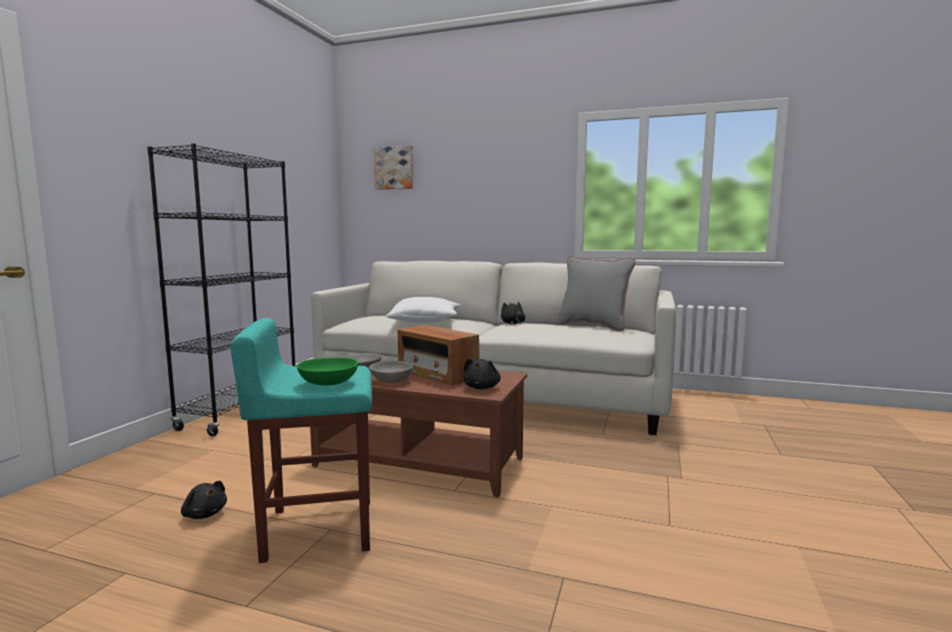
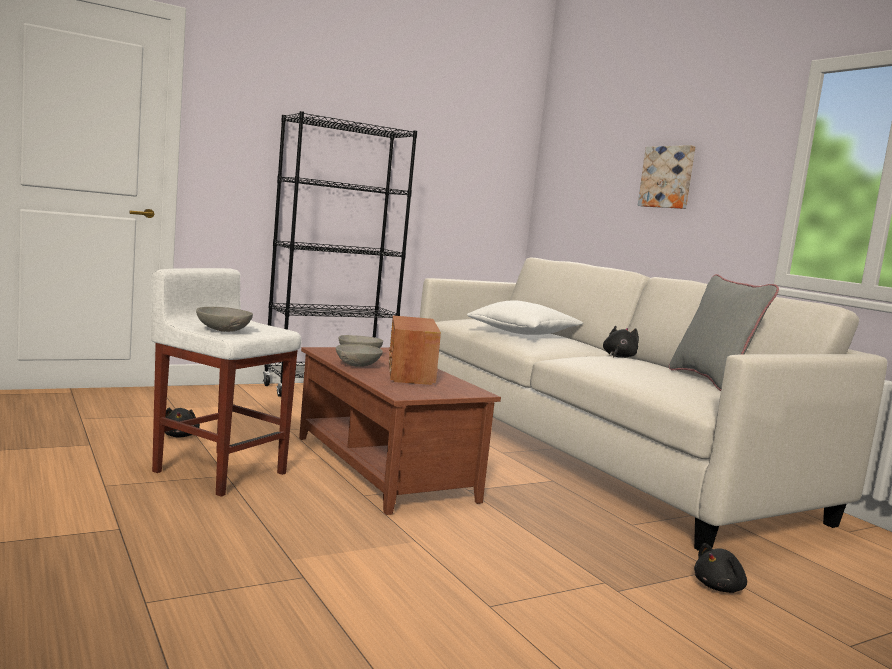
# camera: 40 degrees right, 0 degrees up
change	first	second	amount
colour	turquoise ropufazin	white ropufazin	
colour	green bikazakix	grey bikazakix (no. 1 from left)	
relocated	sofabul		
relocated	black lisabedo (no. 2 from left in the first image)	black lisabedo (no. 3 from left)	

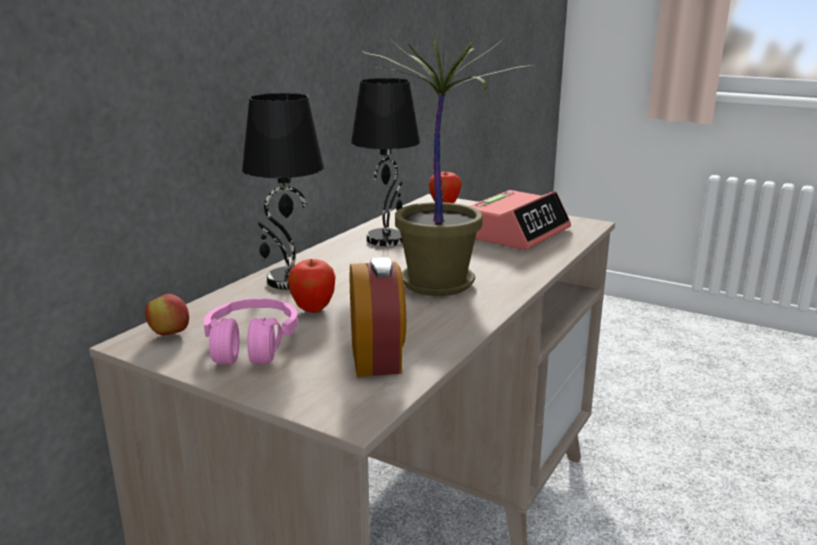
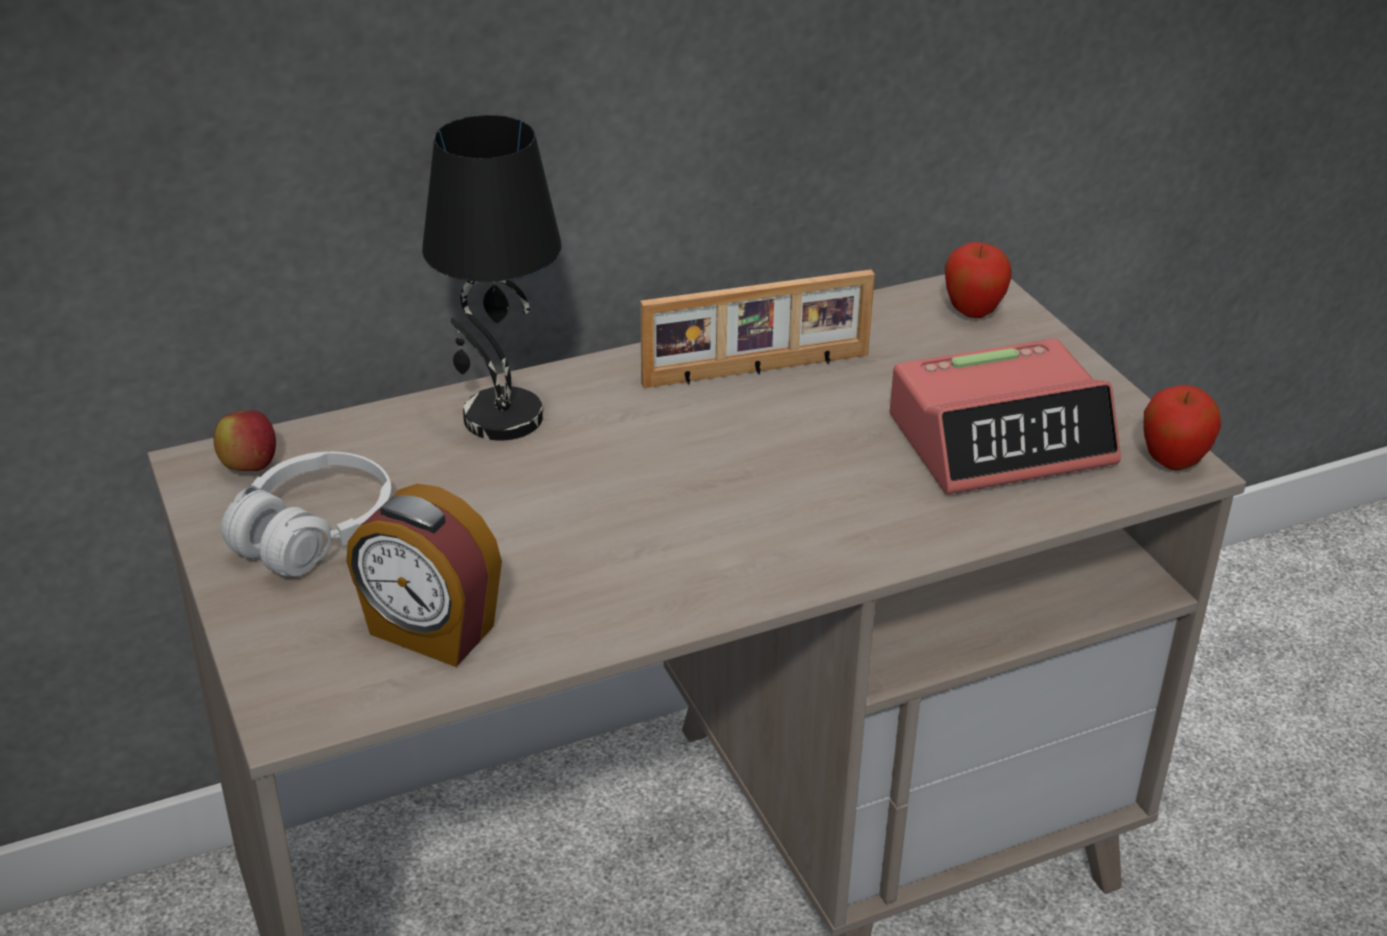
# camera: 35 degrees right, 15 degrees up
change	first	second	amount
colour	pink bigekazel	white bigekazel	
spun	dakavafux (no. 1 from left)		90 degrees clockwise
exchanged	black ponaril (no. 2 from left)	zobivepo	
relocated	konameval (no. 2 from left in the first image)	konameval (no. 3 from left)	
missing	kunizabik		

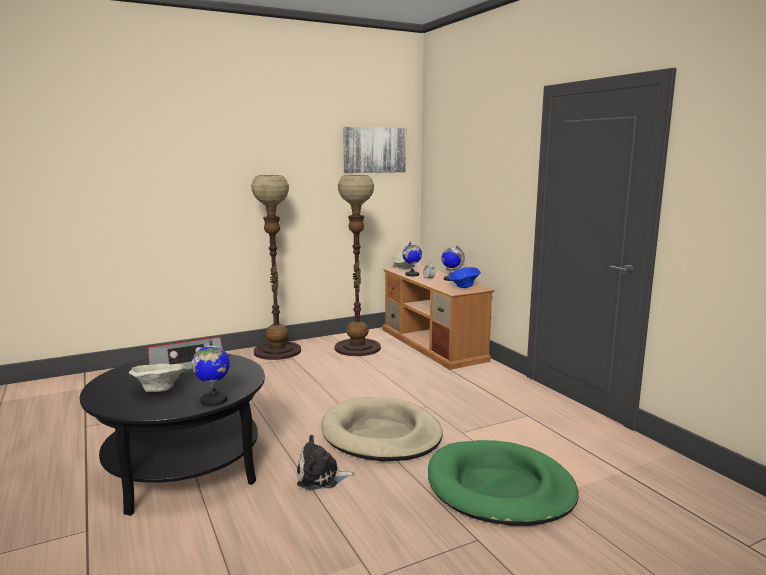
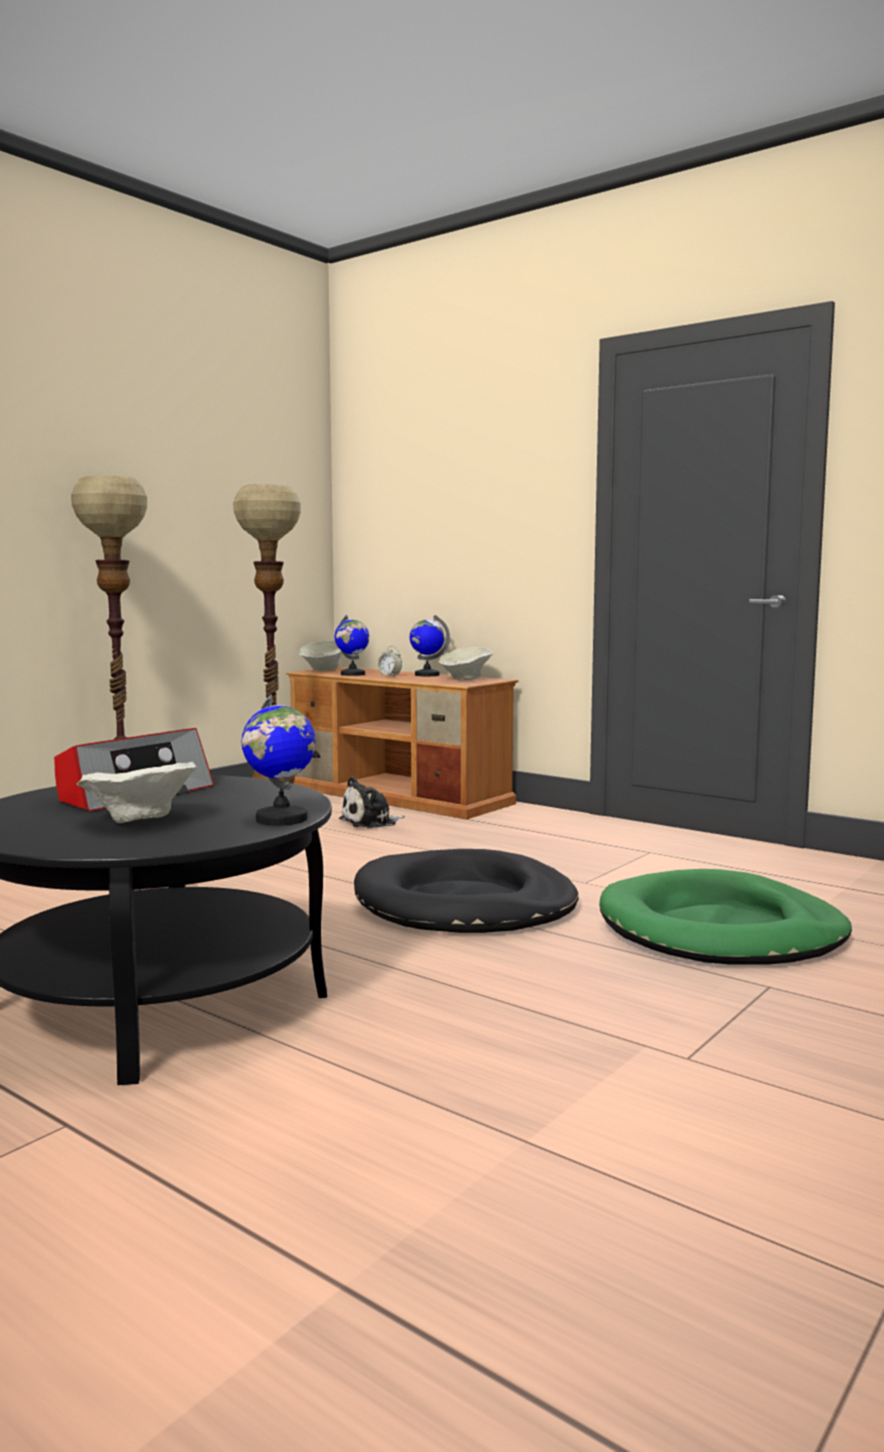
# camera: 25 degrees left, 5 degrees down
change	first	second	amount
relocated	lisabedo		
colour	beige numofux	black numofux	
colour	blue bikazakix	beige bikazakix (no. 3 from left)	
missing	sofabul		

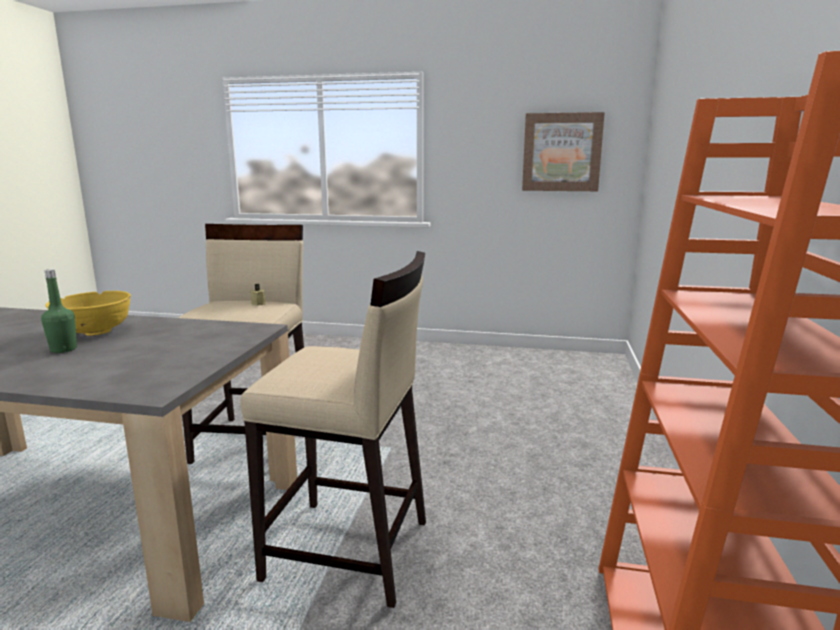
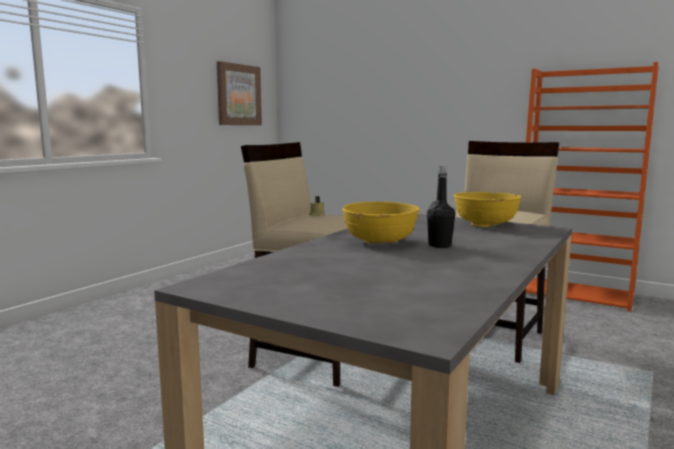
# camera: 70 degrees left, 5 degrees down
change	first	second	amount
colour	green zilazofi	black zilazofi	
appeared		yellow bikazakix (no. 2 from left)	

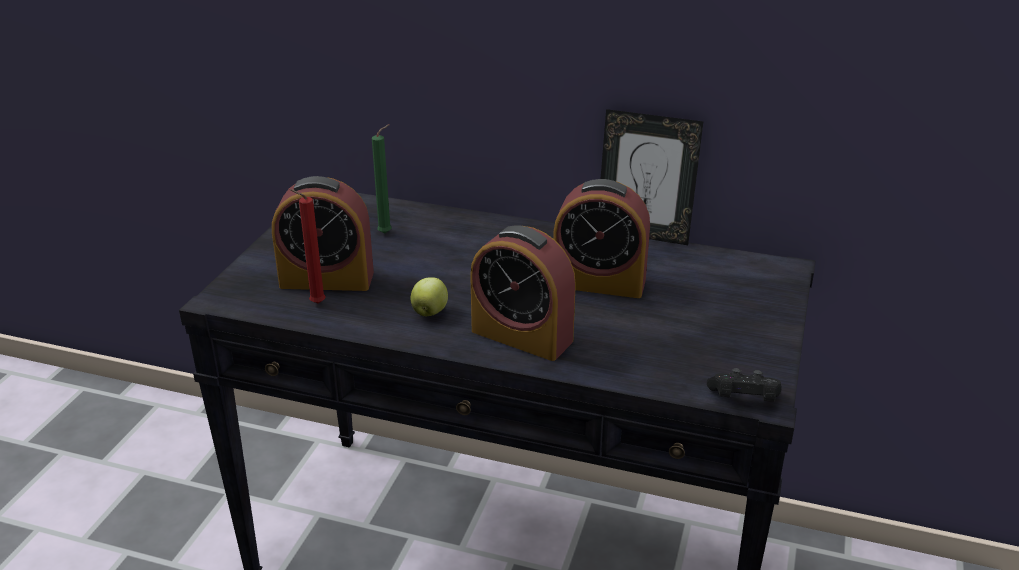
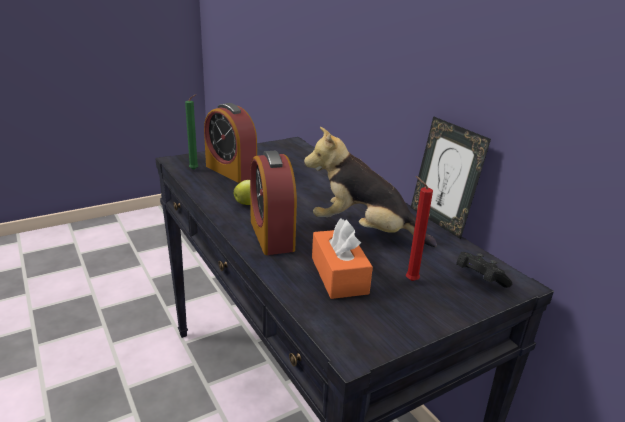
# camera: 40 degrees right, 5 degrees down
change	first	second	amount
relocated	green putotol		
exchanged	dakavafux (no. 3 from left)	lisabedo	
appeared		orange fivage	
relocated	red putotol		
relocated	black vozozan		

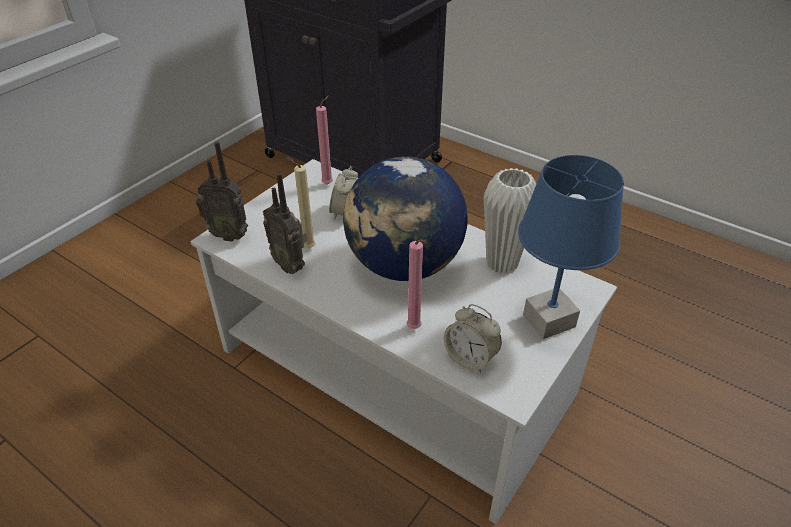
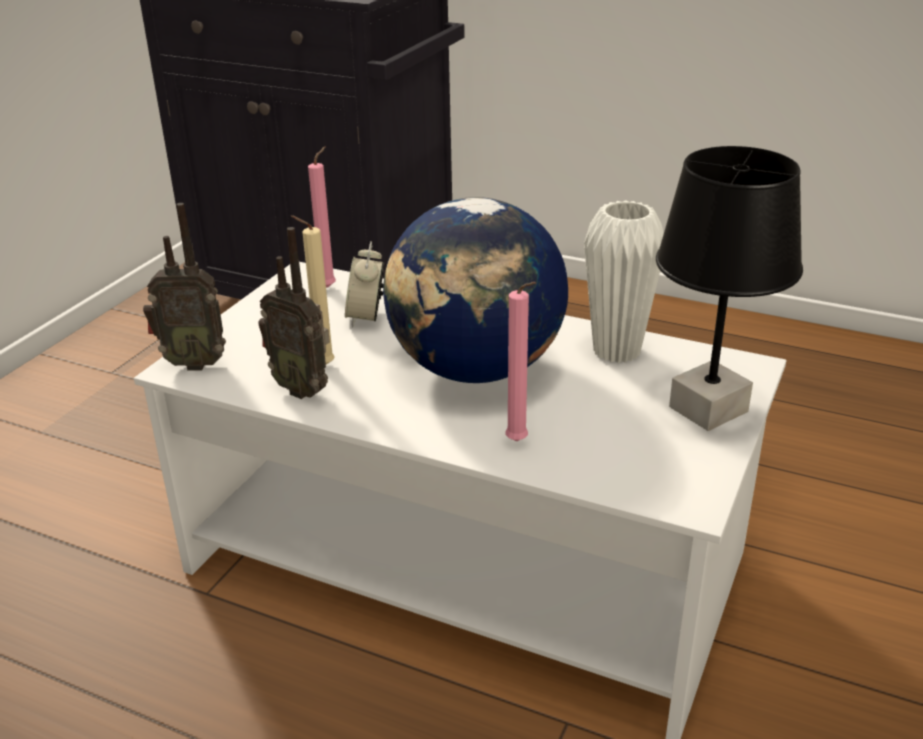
# camera: 10 degrees left, 10 degrees down
change	first	second	amount
colour	blue ponaril	black ponaril	
missing	dakavafux (no. 2 from left)		

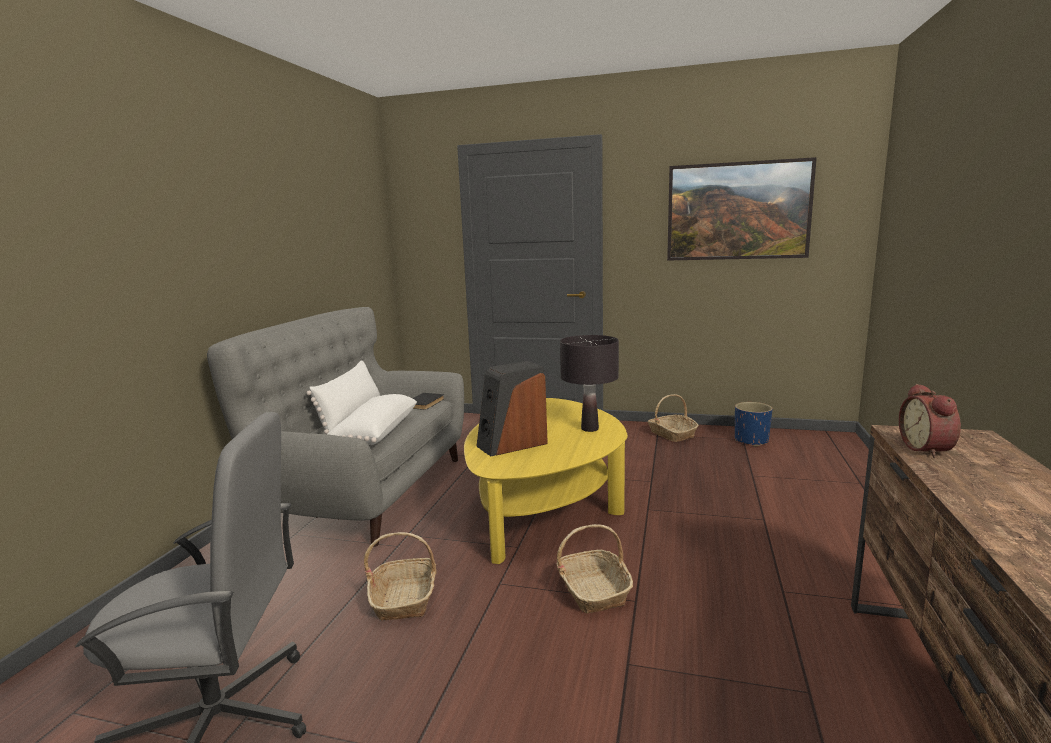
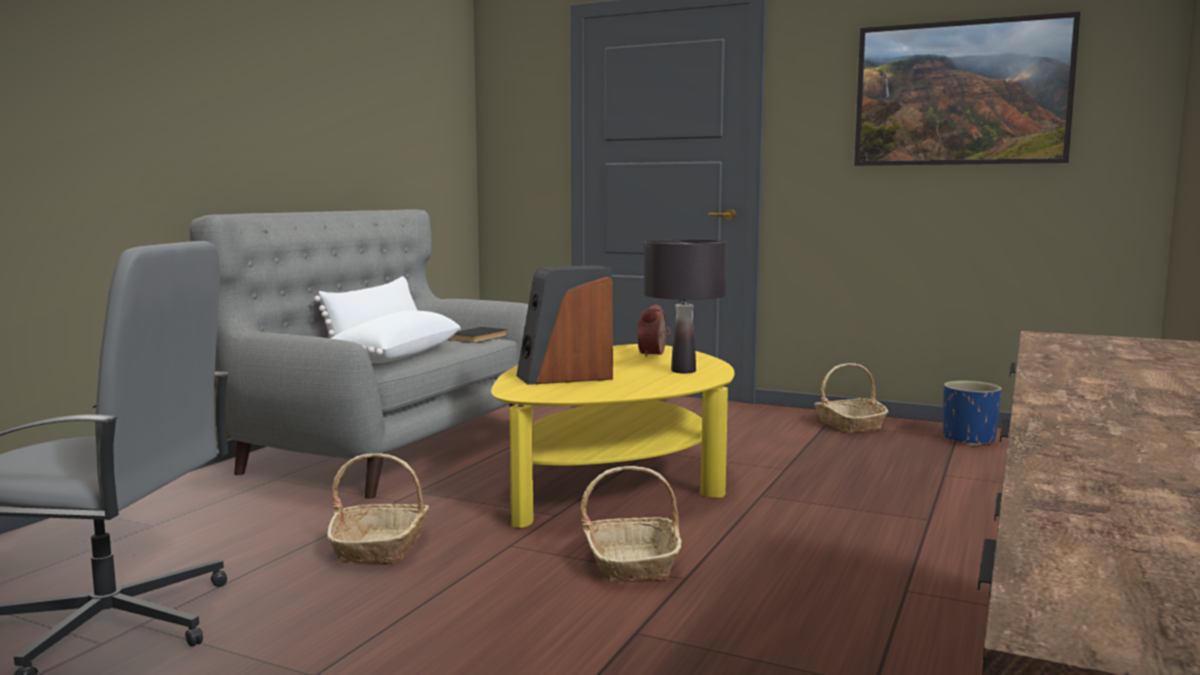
# camera: 10 degrees right, 5 degrees down
change	first	second	amount
relocated	dakavafux		

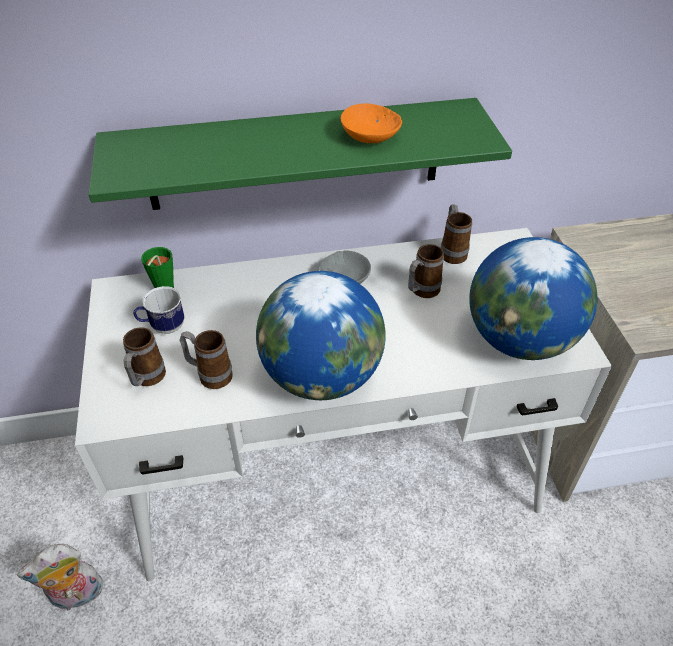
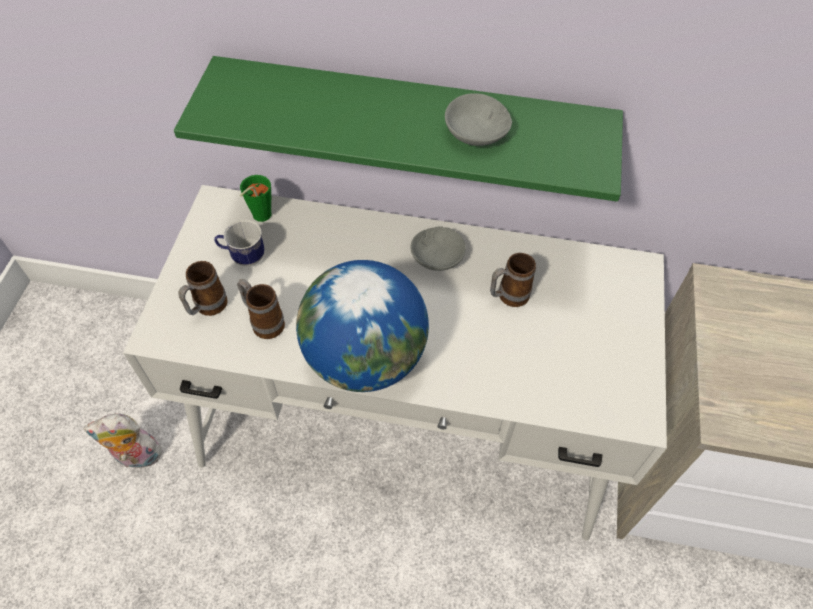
# camera: 20 degrees right, 10 degrees up
change	first	second	amount
colour	orange bikazakix	grey bikazakix (no. 2 from left)	
missing	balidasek (no. 5 from left)		
missing	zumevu (no. 2 from left)		

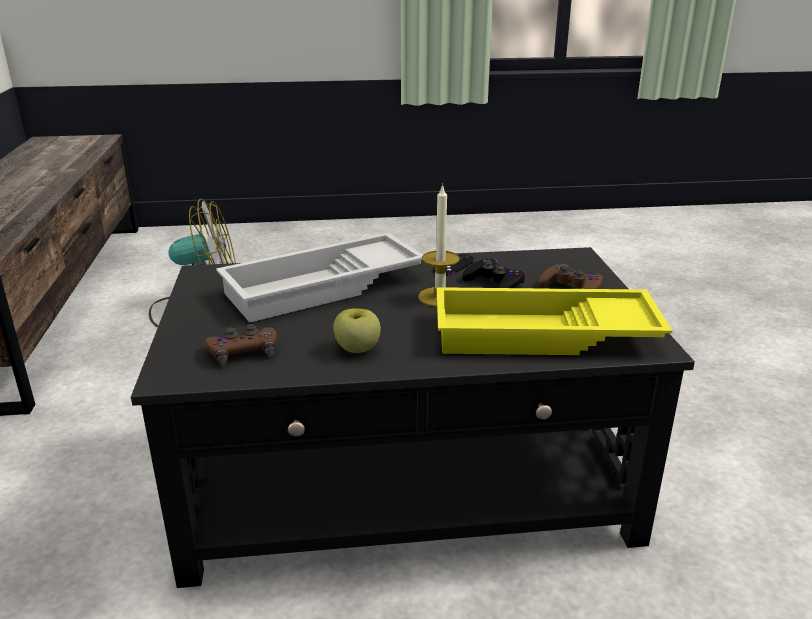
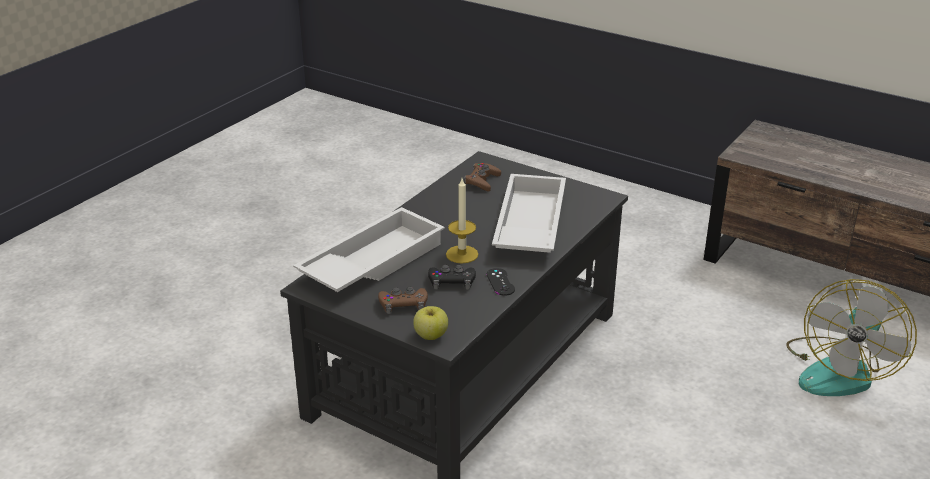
# camera: 130 degrees right, 5 degrees up
change	first	second	amount
colour	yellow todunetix	white todunetix (no. 1 from left)	
relocated	konameval		

